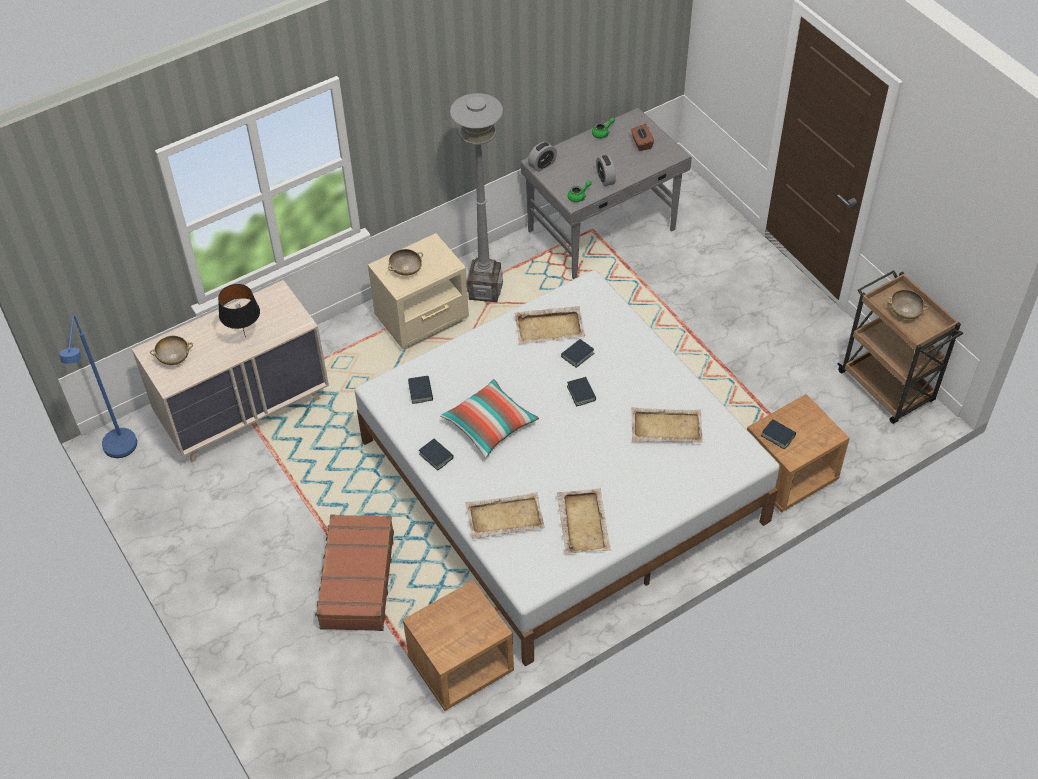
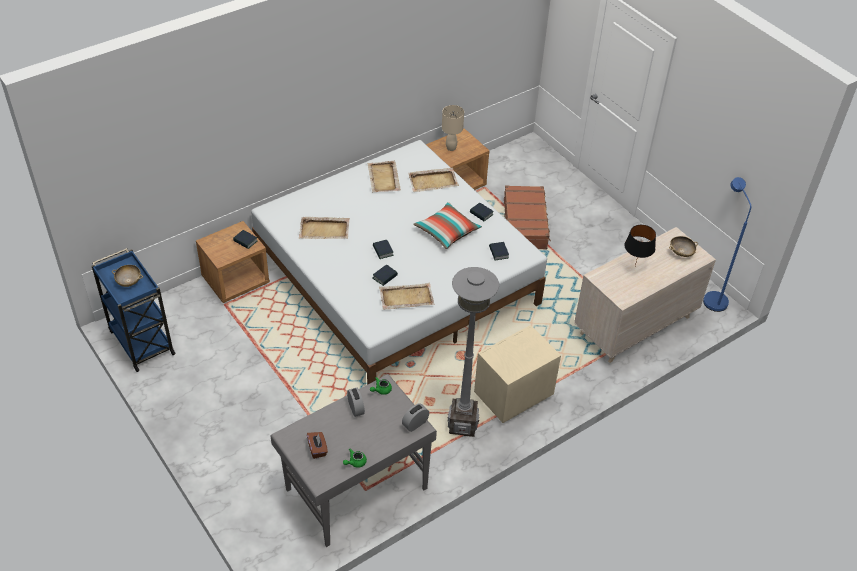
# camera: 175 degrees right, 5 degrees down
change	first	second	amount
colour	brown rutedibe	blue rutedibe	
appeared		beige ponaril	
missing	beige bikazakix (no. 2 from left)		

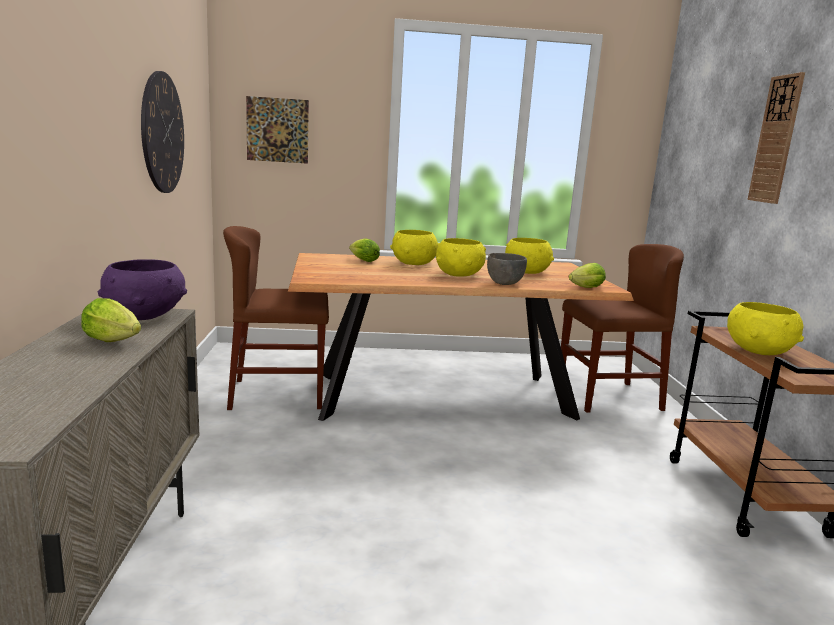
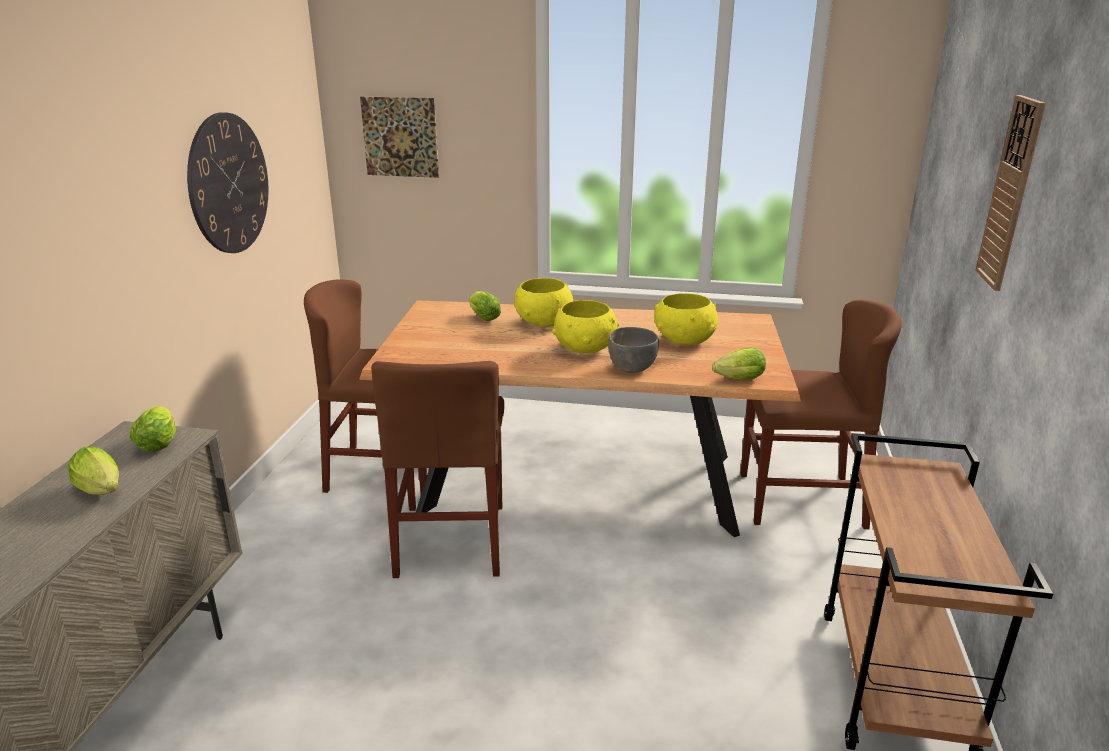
# camera: 15 degrees right, 10 degrees up
change	first	second	amount
exchanged	purple bikazakix	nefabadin (no. 2 from left)	
appeared		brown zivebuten (no. 2 from left)	
missing	yellow bikazakix (no. 4 from left)		

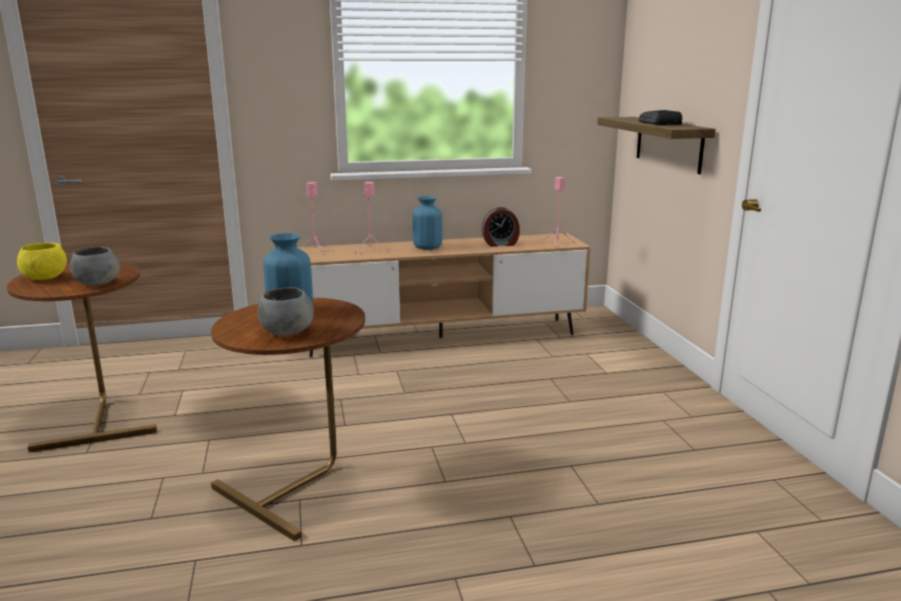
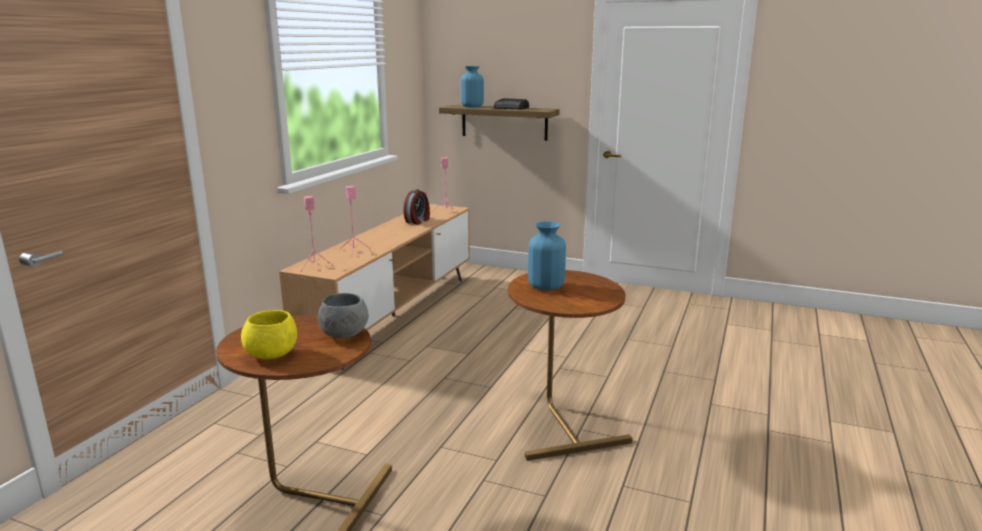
# camera: 55 degrees left, 0 degrees up
change	first	second	amount
relocated	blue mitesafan (no. 2 from left in the first image)	blue mitesafan (no. 1 from left)	
missing	grey bikazakix (no. 2 from left)		

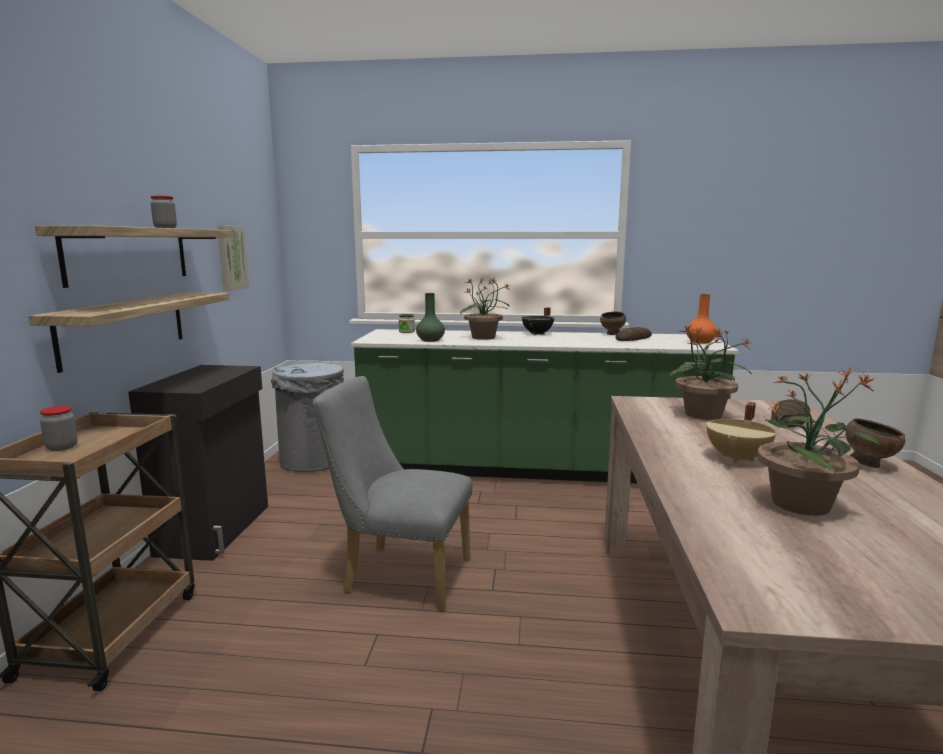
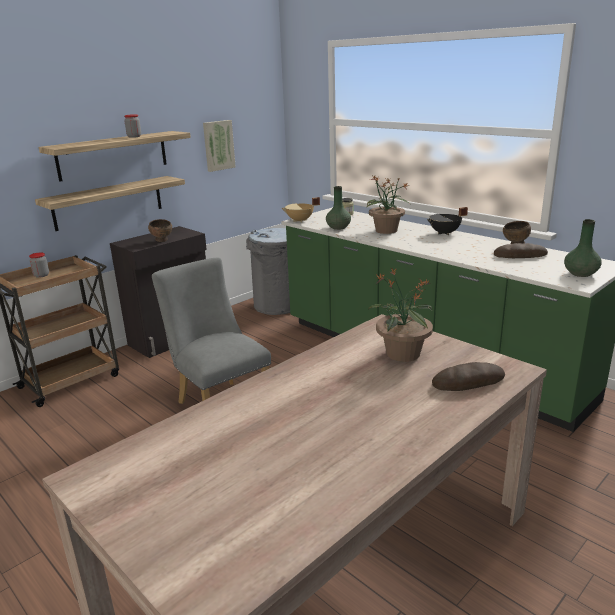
# camera: 40 degrees right, 10 degrees up
change	first	second	amount
relocated	brown bikazakix (no. 2 from left in the first image)	brown bikazakix (no. 1 from left)	
relocated	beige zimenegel		
colour	orange mitesafan	green mitesafan (no. 2 from left)	
missing	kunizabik (no. 3 from left)		

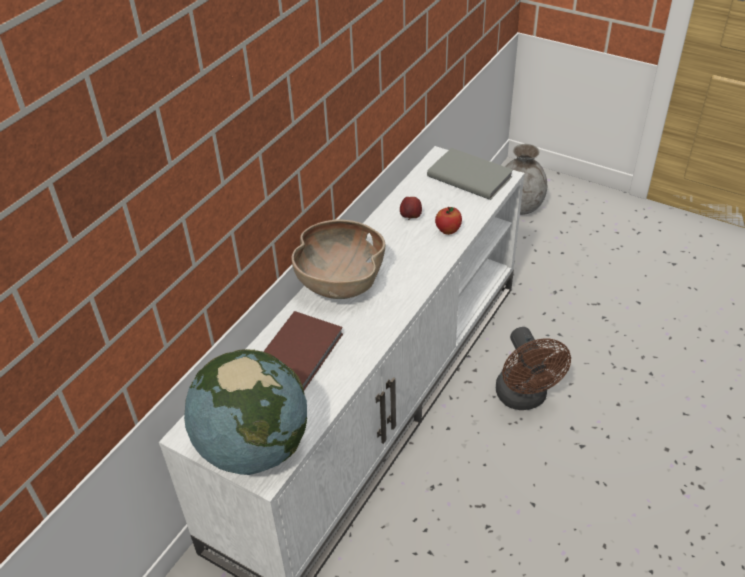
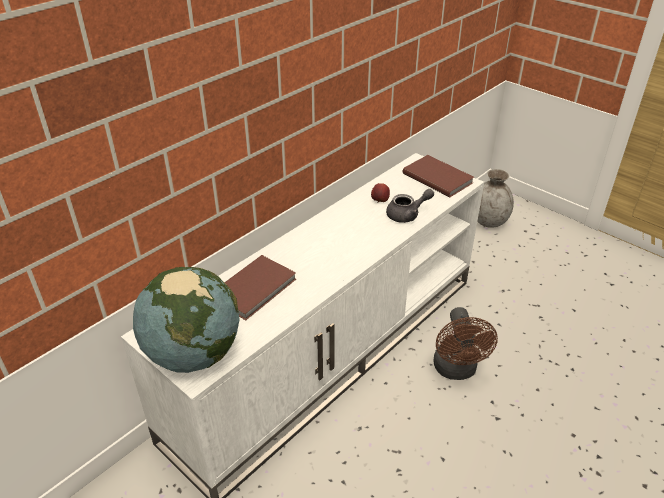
# camera: 10 degrees right, 5 degrees down
change	first	second	amount
exchanged	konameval (no. 2 from left)	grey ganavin	
colour	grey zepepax	brown zepepax (no. 2 from left)	
missing	brown bikazakix		

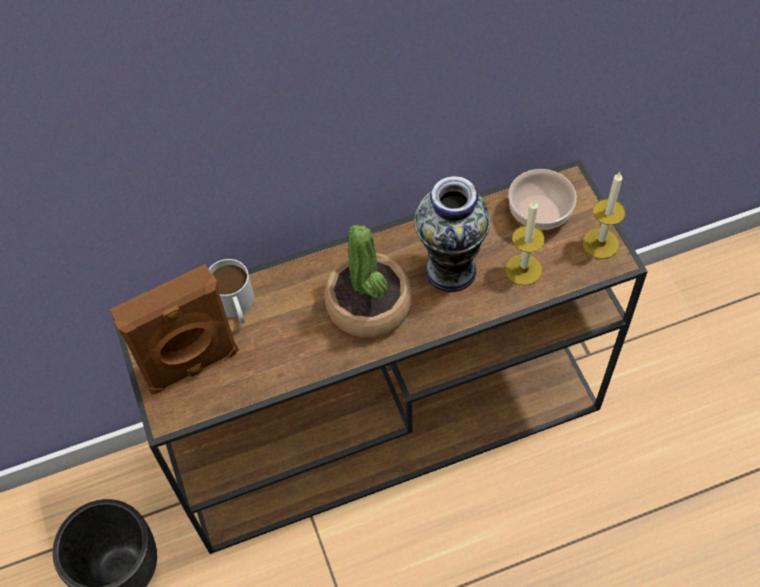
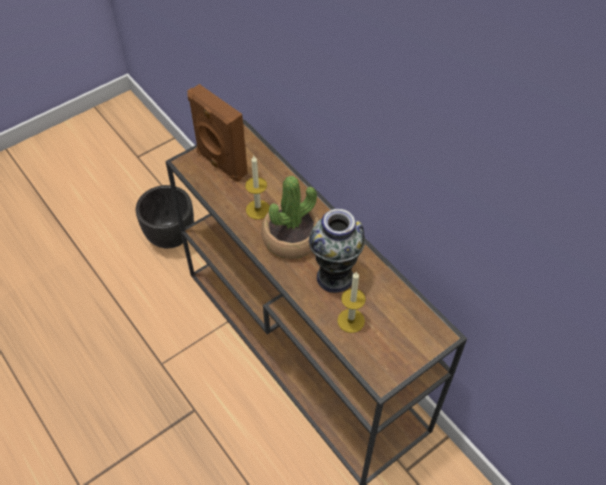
# camera: 70 degrees right, 5 degrees down
change	first	second	amount
relocated	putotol (no. 2 from left in the first image)	putotol (no. 1 from left)	
missing	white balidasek		
missing	bikazakix		

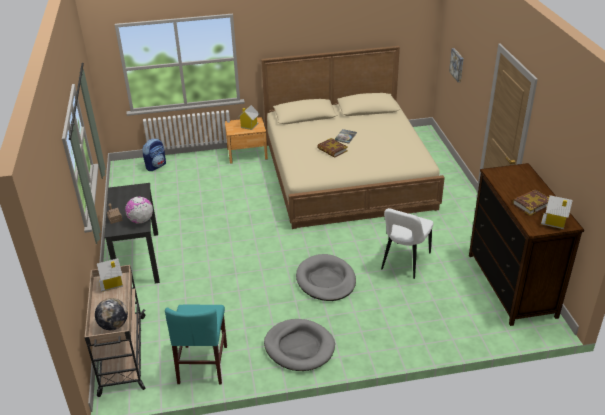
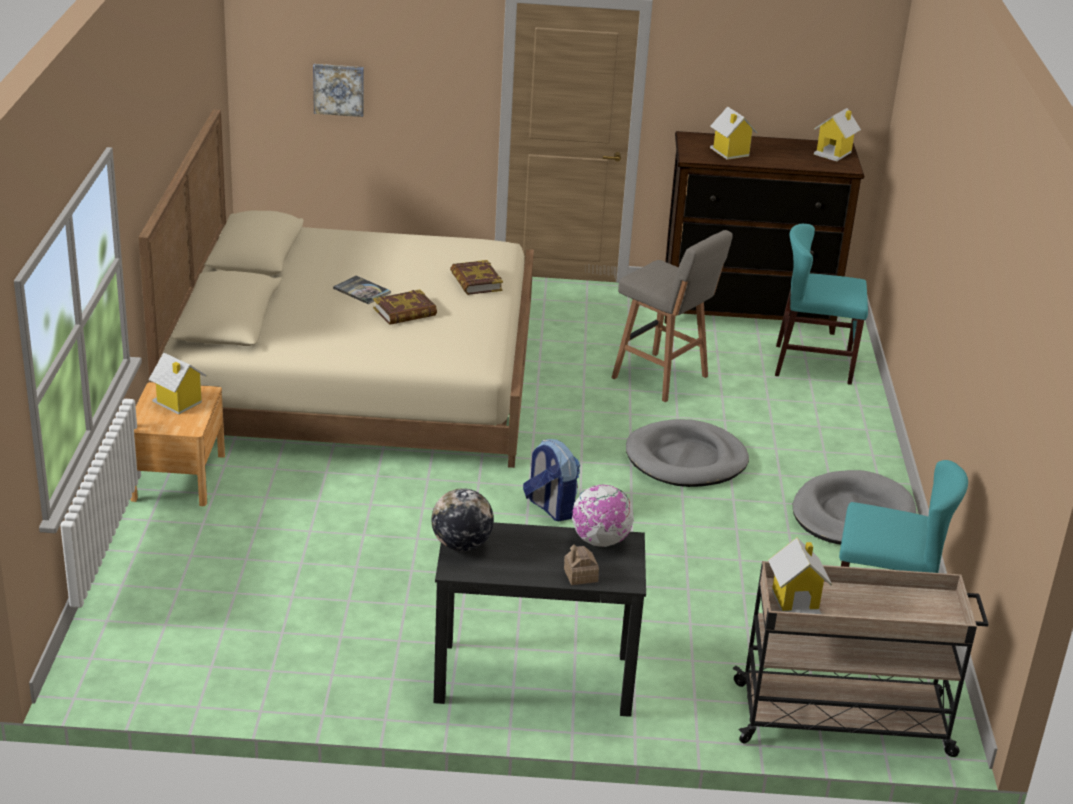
# camera: 80 degrees left, 5 degrees down
change	first	second	amount
relocated	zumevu (no. 1 from left)		
relocated	zepepax (no. 3 from left)		
relocated	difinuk		
exchanged	white zivebuten	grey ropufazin	
appeared		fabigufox (no. 3 from left)	
appeared		turquoise zivebuten (no. 1 from left)	

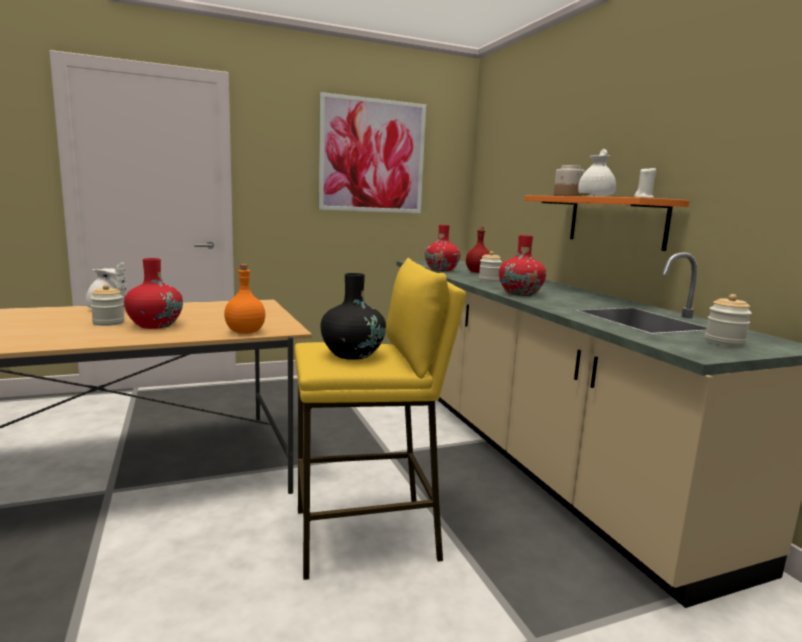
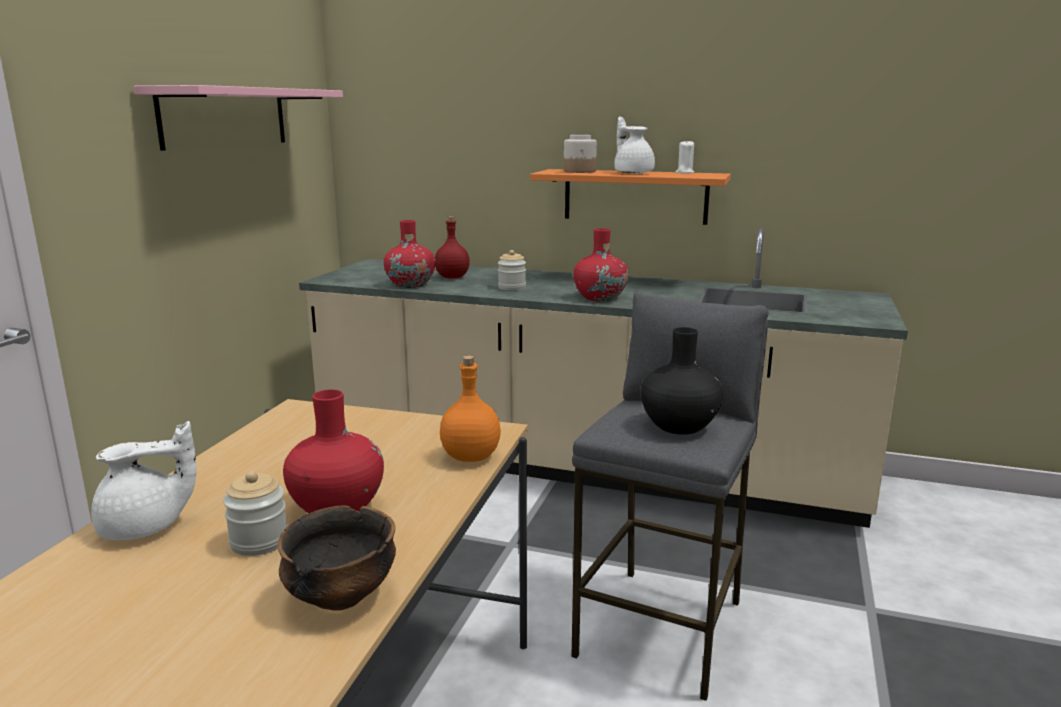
# camera: 50 degrees left, 5 degrees up
change	first	second	amount
exchanged	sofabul	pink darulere	
appeared		bikazakix	
colour	yellow ropufazin	grey ropufazin	
missing	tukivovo (no. 4 from left)		

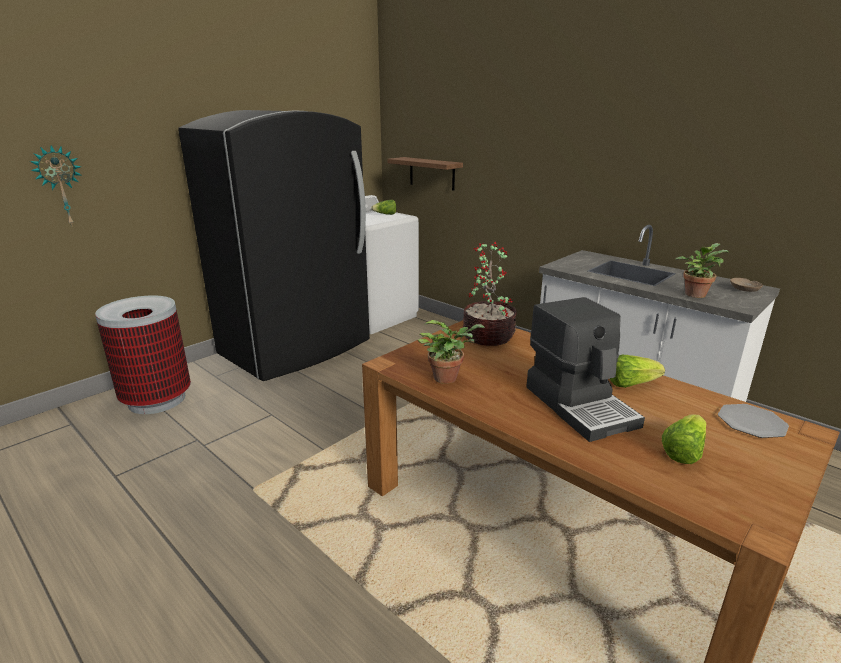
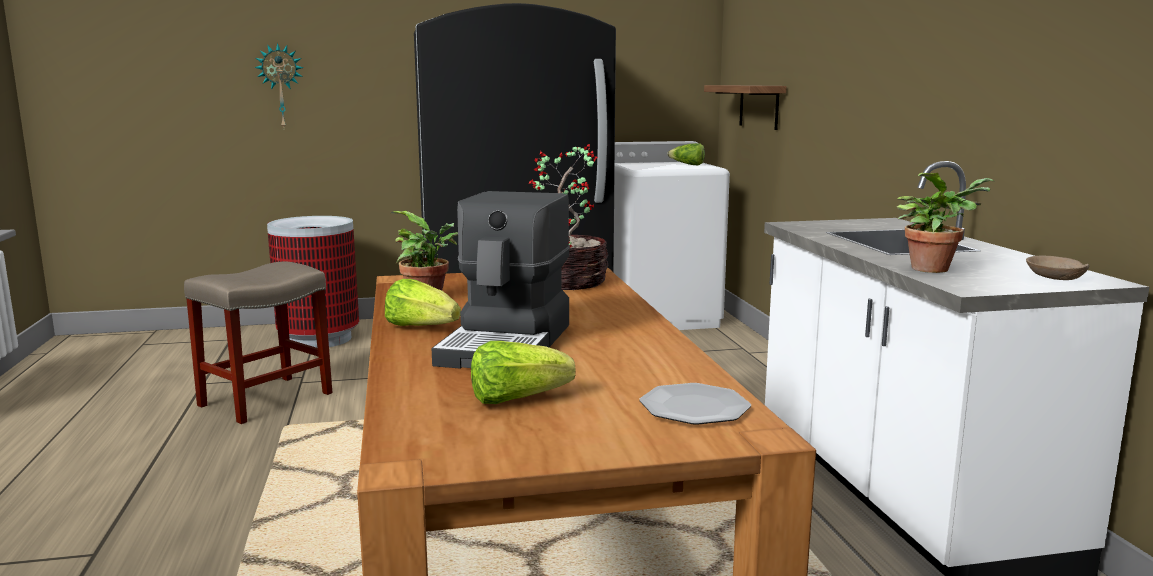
# camera: 35 degrees right, 10 degrees down
change	first	second	amount
appeared		beige ropufazin	
relocated	nefabadin (no. 2 from left in the first image)	nefabadin (no. 1 from left)	

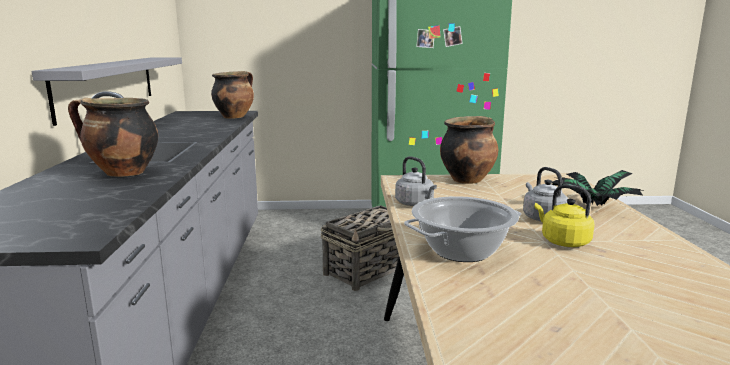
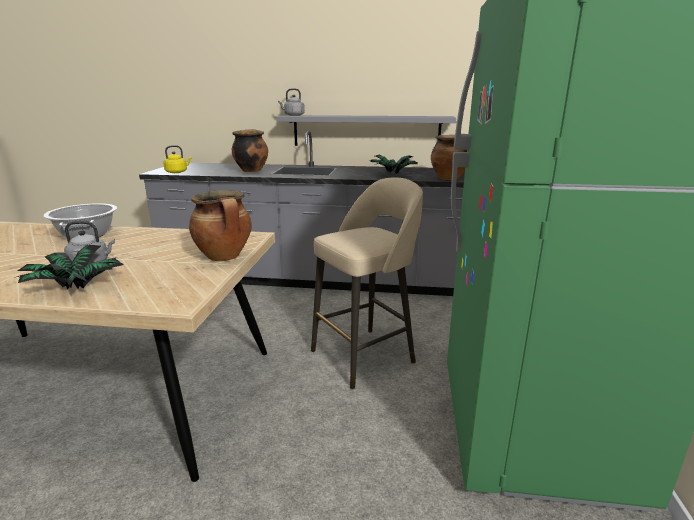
# camera: 100 degrees right, 5 degrees up
change	first	second	amount
relocated	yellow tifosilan		
relocated	grey tifosilan (no. 1 from left in the first image)	grey tifosilan (no. 2 from left)	
exchanged	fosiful	beige ropufazin	
appeared		kunizabik (no. 2 from left)	

